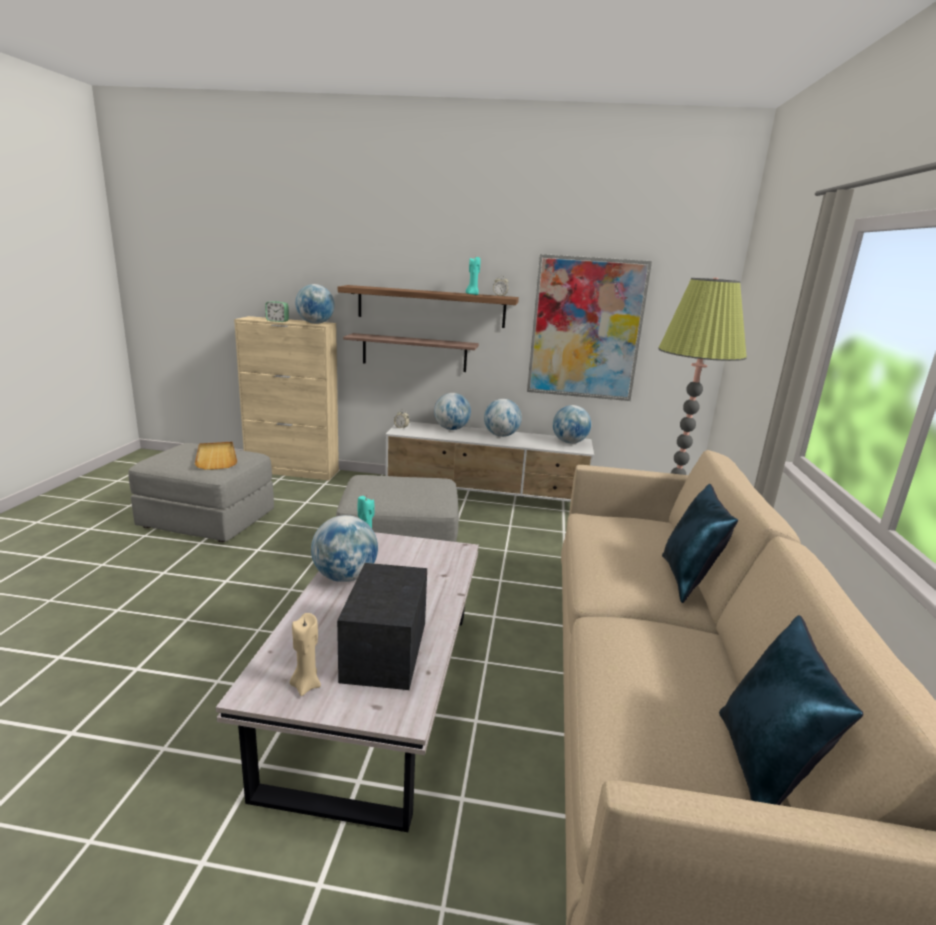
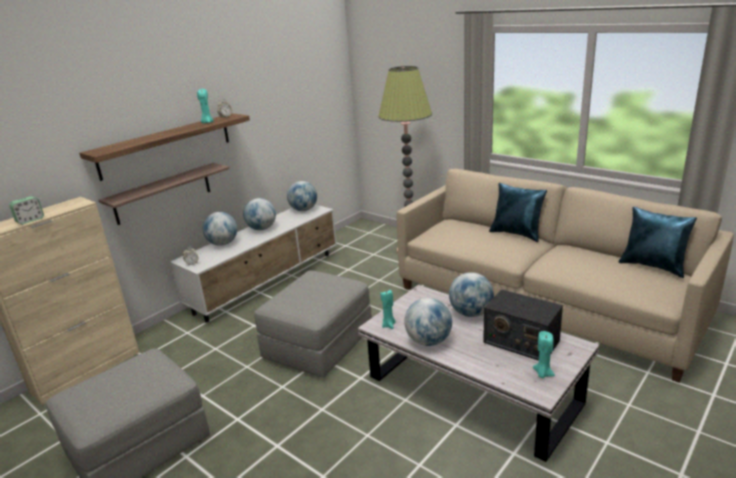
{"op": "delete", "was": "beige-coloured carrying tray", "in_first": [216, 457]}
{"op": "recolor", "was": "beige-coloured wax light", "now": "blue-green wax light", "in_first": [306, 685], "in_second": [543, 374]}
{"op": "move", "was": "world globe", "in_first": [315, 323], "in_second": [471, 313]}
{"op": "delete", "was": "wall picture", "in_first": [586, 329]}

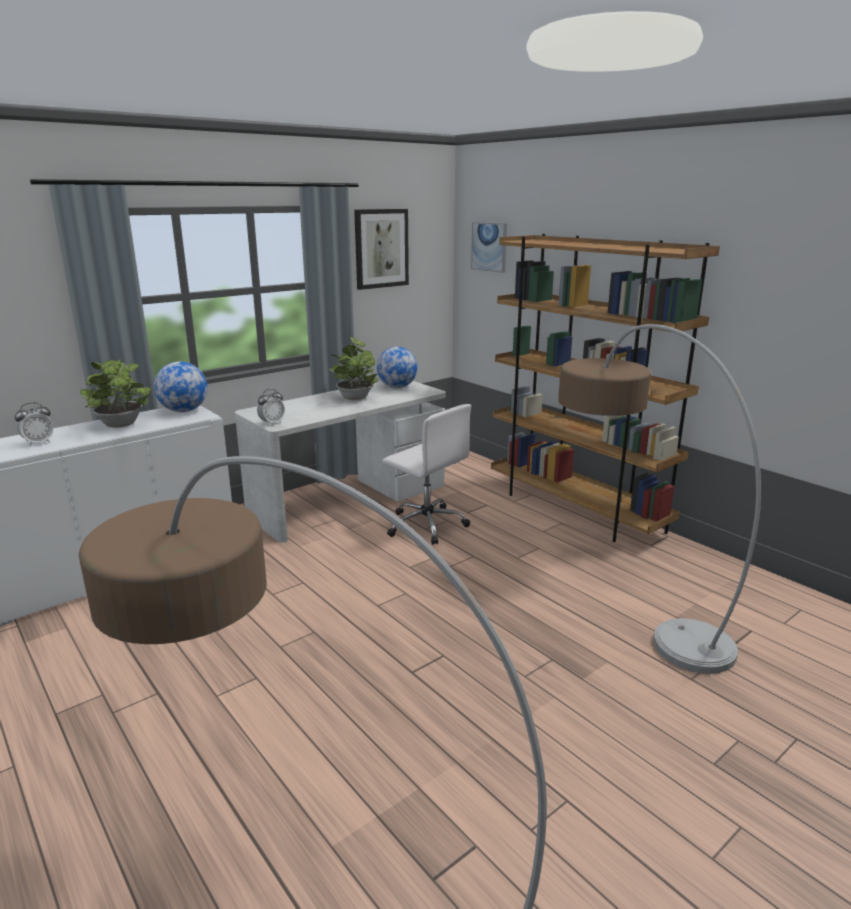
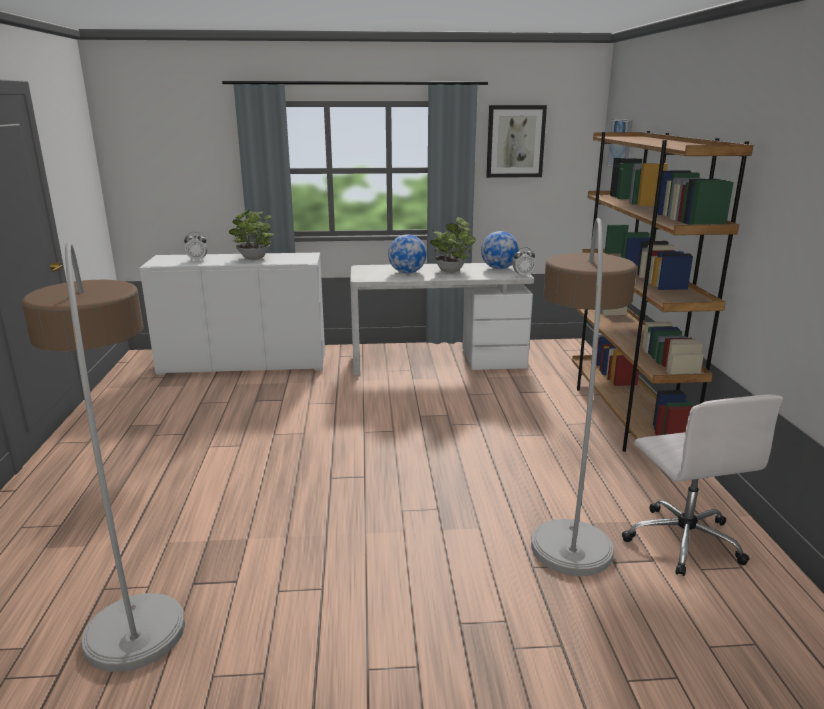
{"op": "move", "was": "world globe", "in_first": [184, 411], "in_second": [407, 273]}
{"op": "move", "was": "bedside clock", "in_first": [272, 423], "in_second": [522, 275]}
{"op": "move", "was": "whitish computer chair", "in_first": [426, 524], "in_second": [683, 540]}

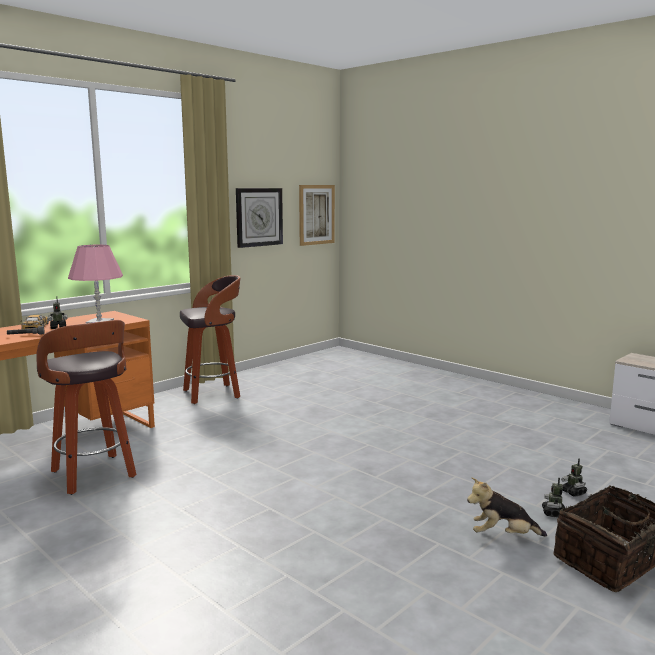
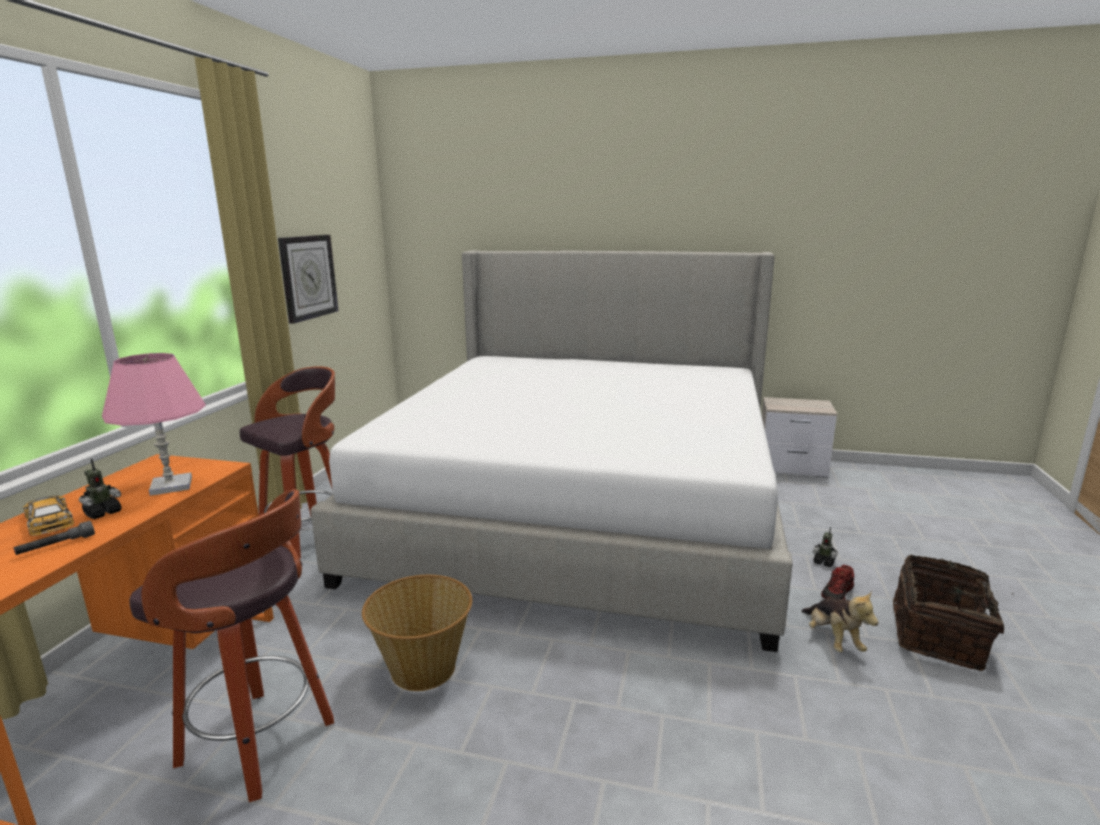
{"op": "delete", "was": "wall picture", "in_first": [316, 214]}
{"op": "rotate", "was": "plush toy", "in_first": [502, 535], "in_second": [832, 639], "clockwise": -75}
{"op": "replace", "was": "model robot", "now": "shoe", "in_first": [553, 513], "in_second": [838, 593]}
{"op": "insert", "now": "bedroom bed", "in_second": [580, 510]}
{"op": "insert", "now": "storage basket", "in_second": [423, 667]}

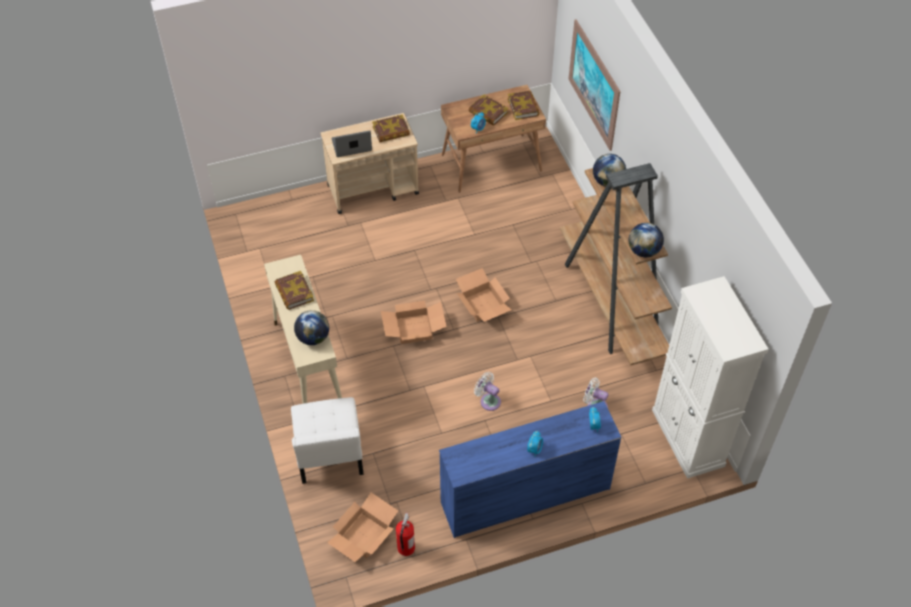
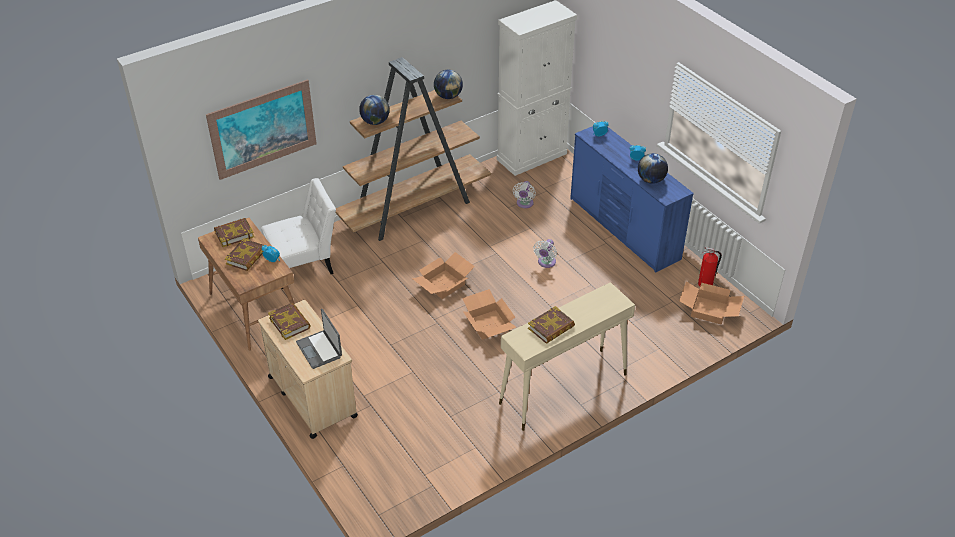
{"op": "move", "was": "whitish plain chair", "in_first": [329, 457], "in_second": [304, 264]}
{"op": "move", "was": "world globe", "in_first": [313, 337], "in_second": [651, 180]}

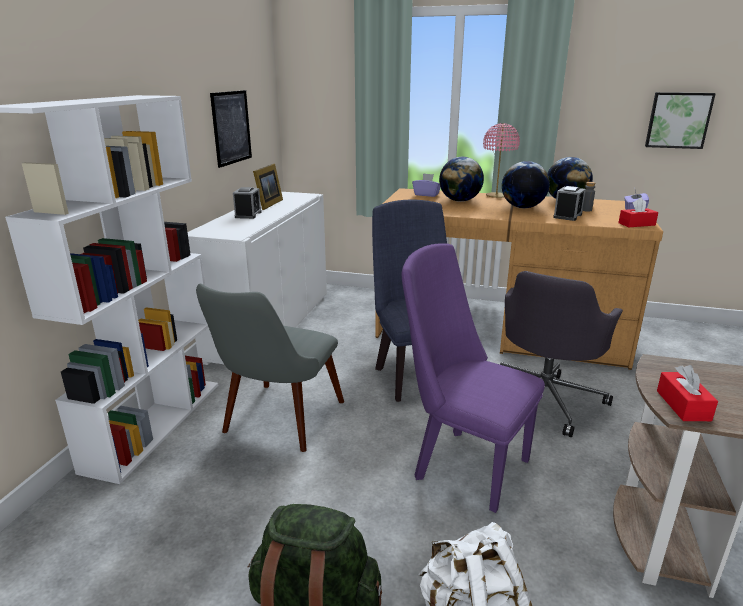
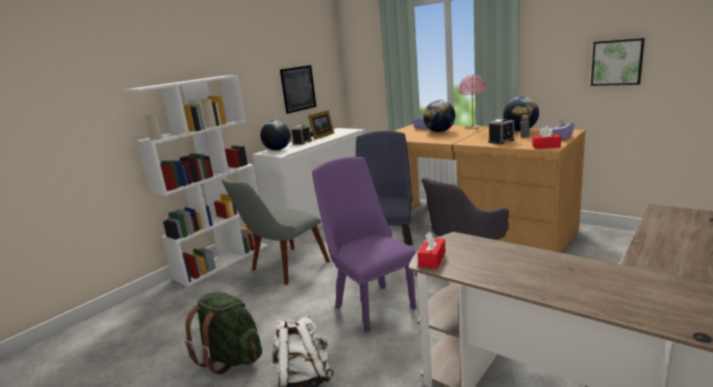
{"op": "move", "was": "world globe", "in_first": [522, 207], "in_second": [277, 150]}

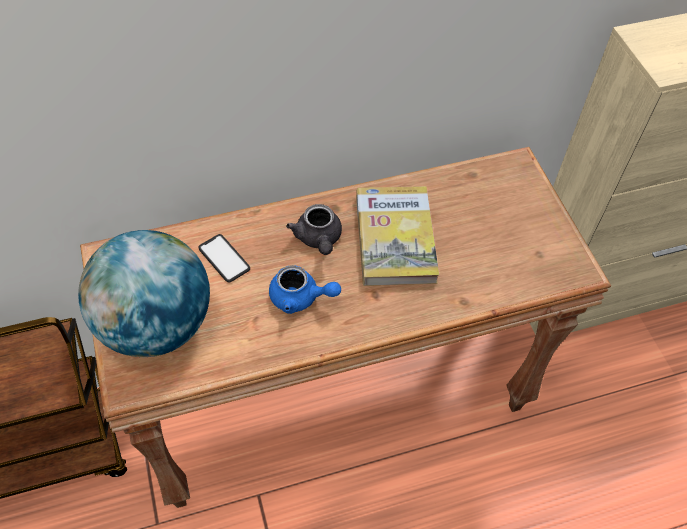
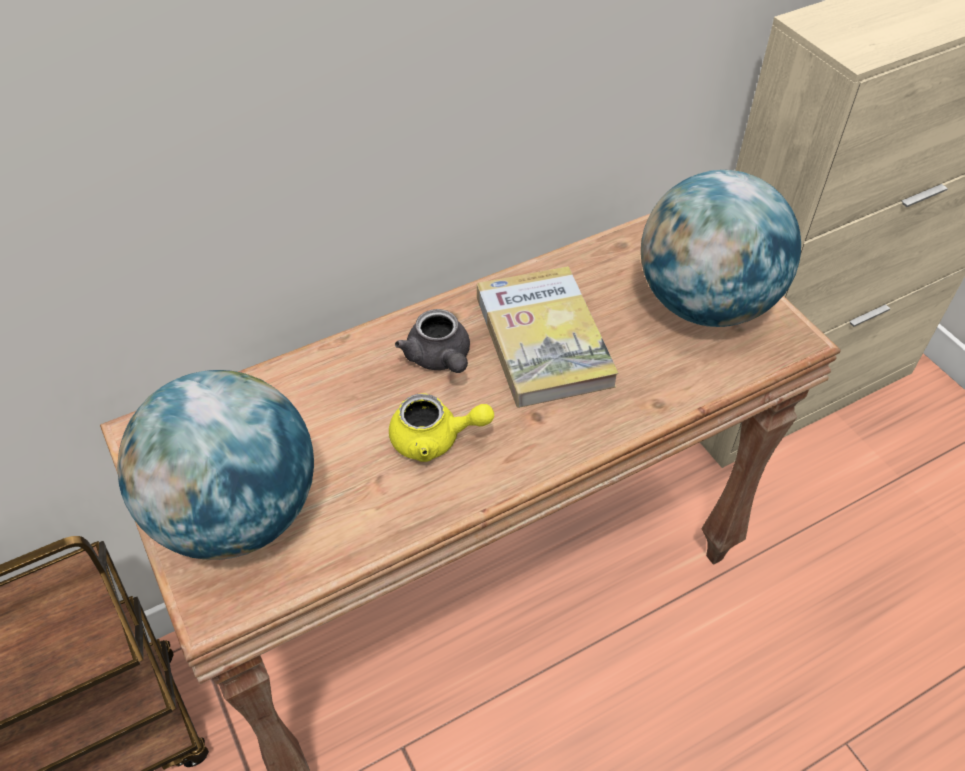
{"op": "delete", "was": "handset", "in_first": [224, 258]}
{"op": "recolor", "was": "blue tea pot", "now": "yellow-coloured tea pot", "in_first": [300, 298], "in_second": [435, 439]}
{"op": "insert", "now": "world globe", "in_second": [704, 303]}

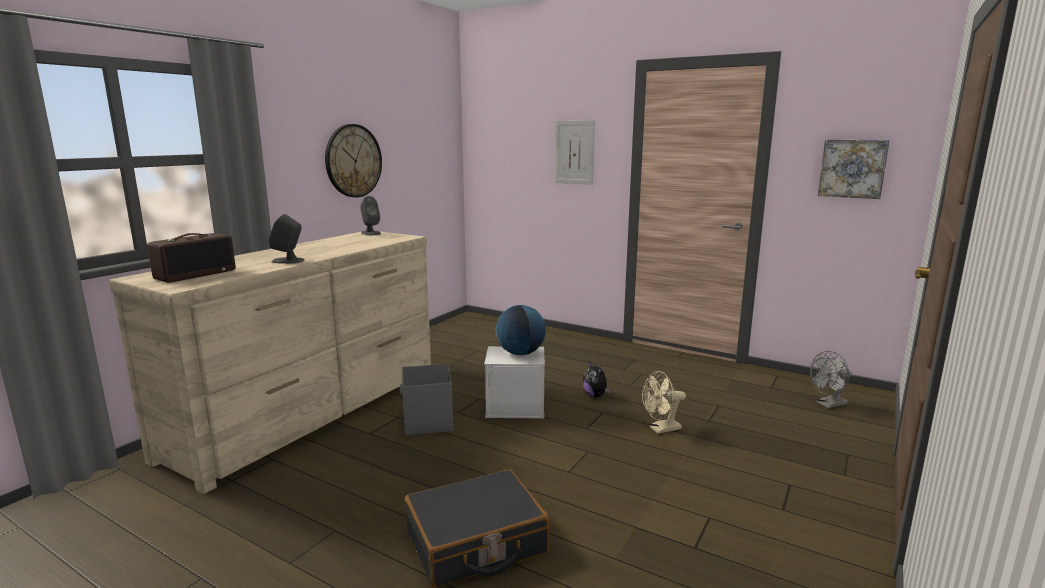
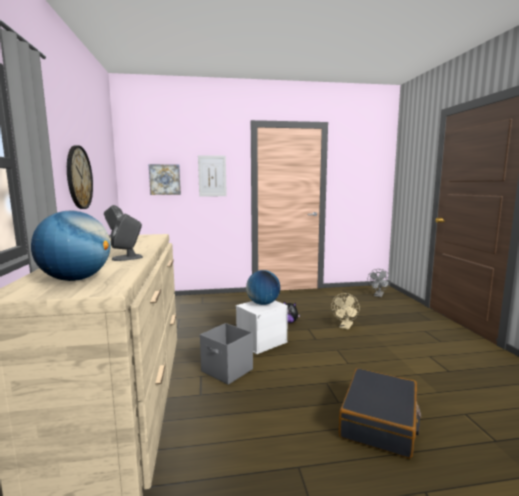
{"op": "replace", "was": "radio", "now": "world globe", "in_first": [196, 274], "in_second": [76, 279]}
{"op": "move", "was": "wall picture", "in_first": [852, 168], "in_second": [165, 179]}

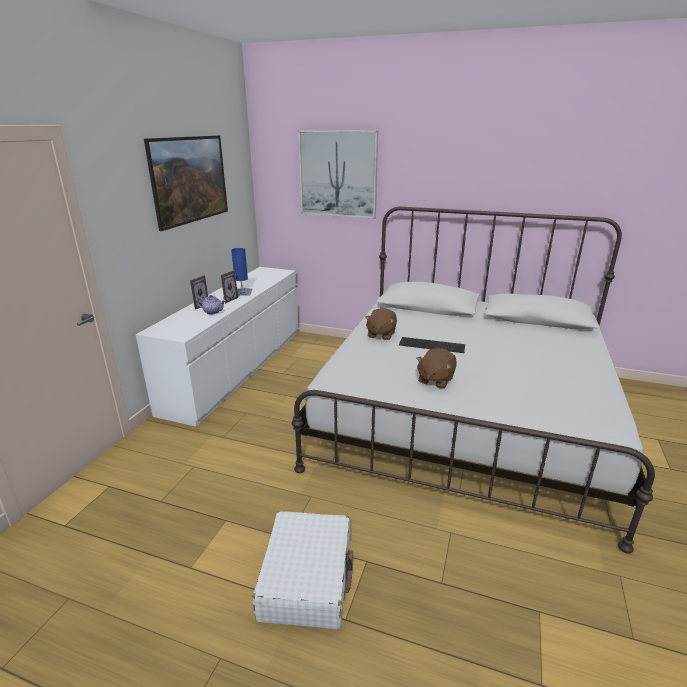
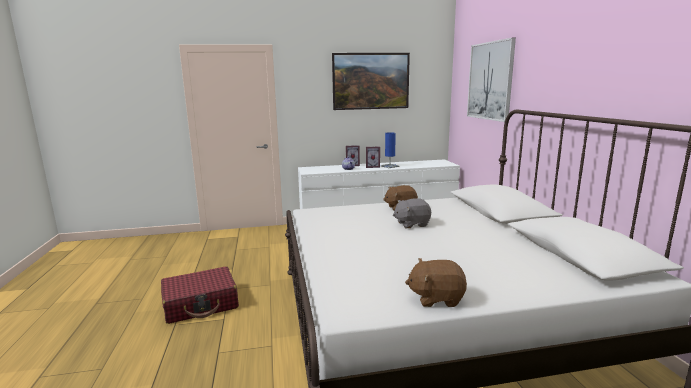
{"op": "recolor", "was": "whitish travel case", "now": "red travel case", "in_first": [307, 578], "in_second": [201, 304]}
{"op": "replace", "was": "PC keyboard", "now": "greyish plush toy", "in_first": [432, 344], "in_second": [411, 224]}
{"op": "move", "was": "brownish plush toy", "in_first": [435, 380], "in_second": [436, 298]}

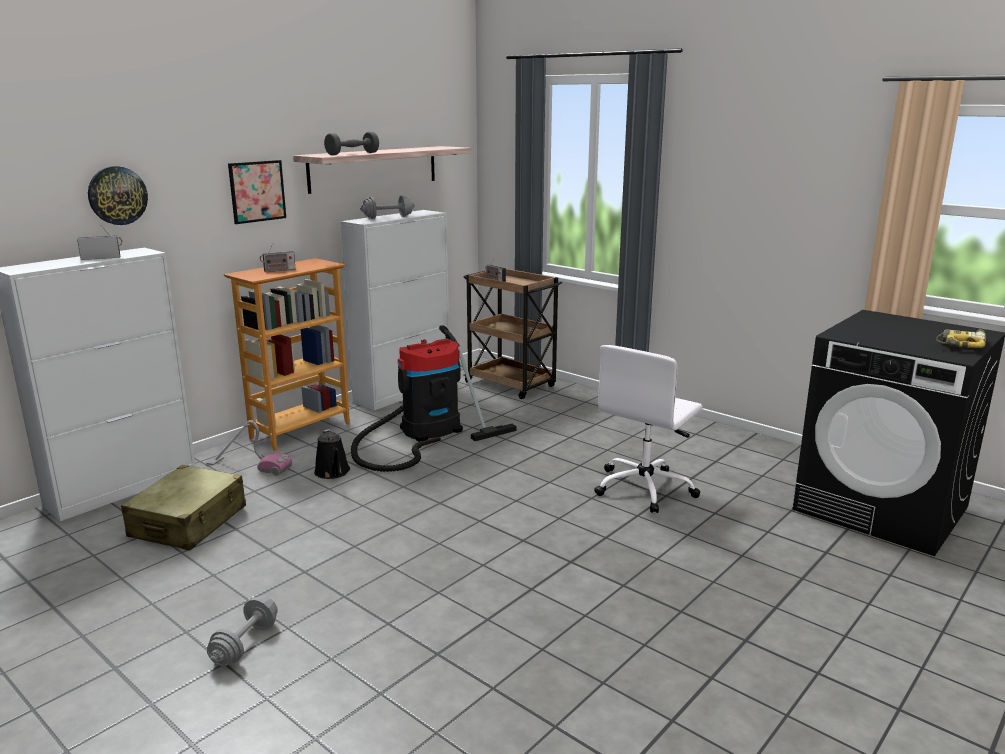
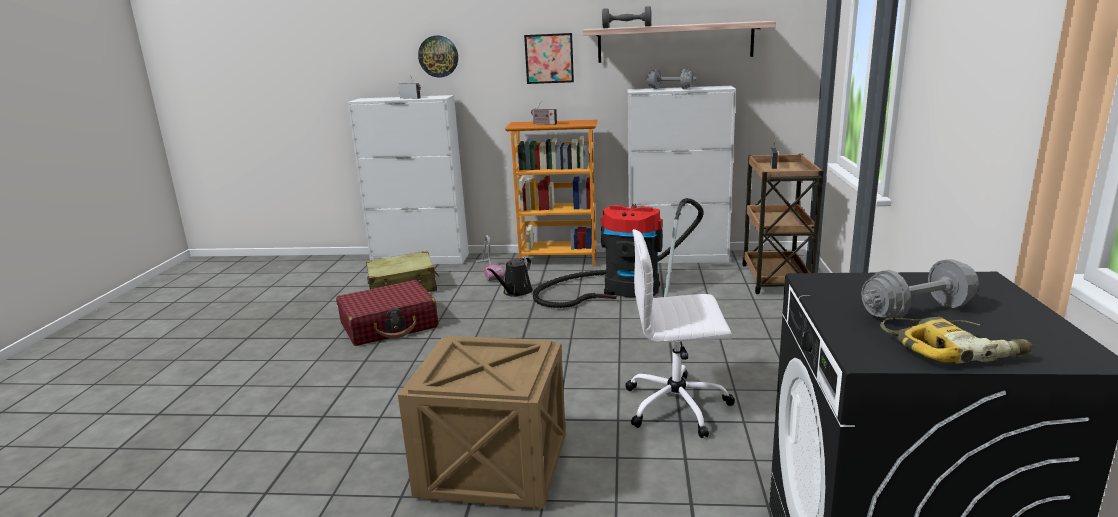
{"op": "move", "was": "greyish free weight", "in_first": [245, 644], "in_second": [916, 311]}
{"op": "insert", "now": "red travel case", "in_second": [389, 325]}
{"op": "insert", "now": "crate", "in_second": [495, 467]}

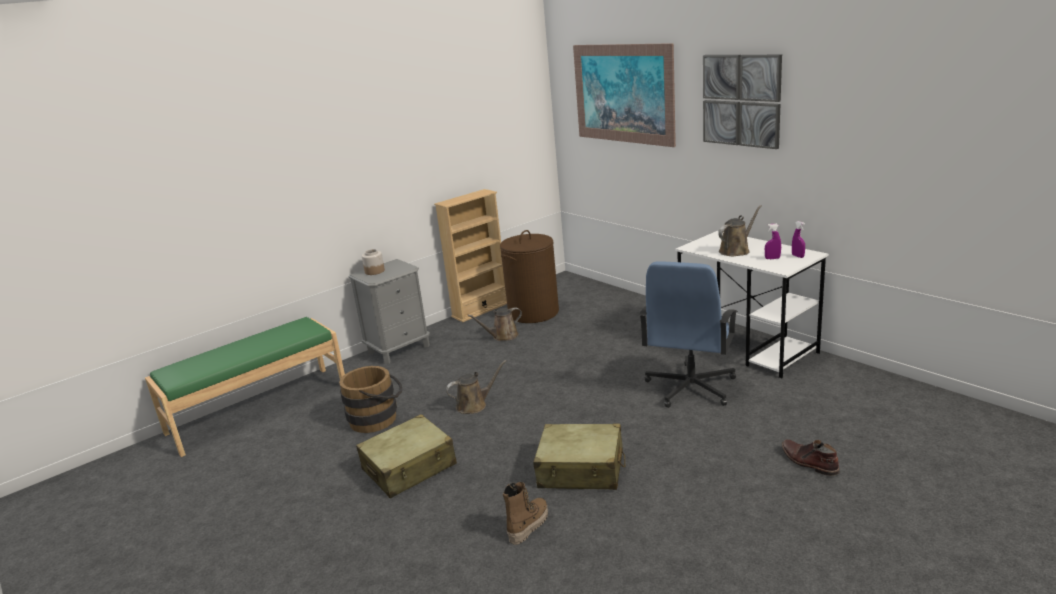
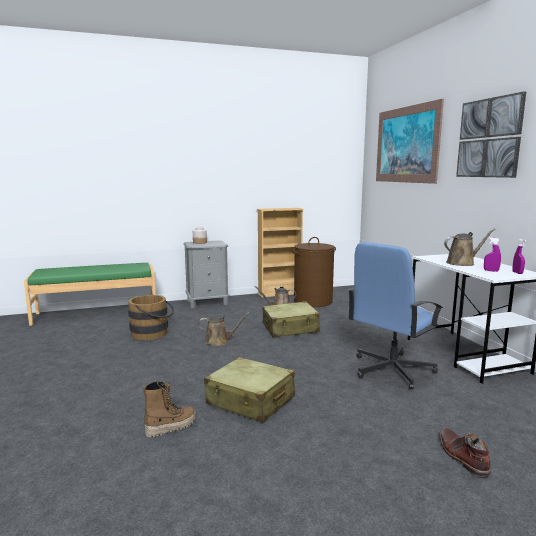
{"op": "move", "was": "beige-coloured travel case", "in_first": [409, 467], "in_second": [290, 328]}

